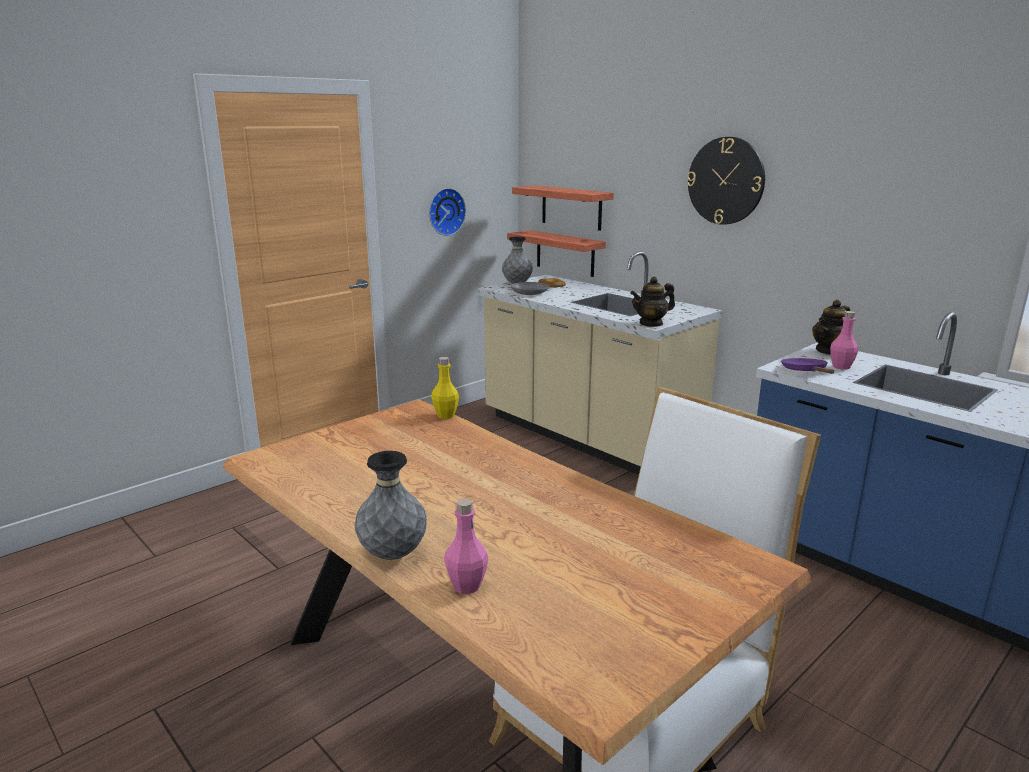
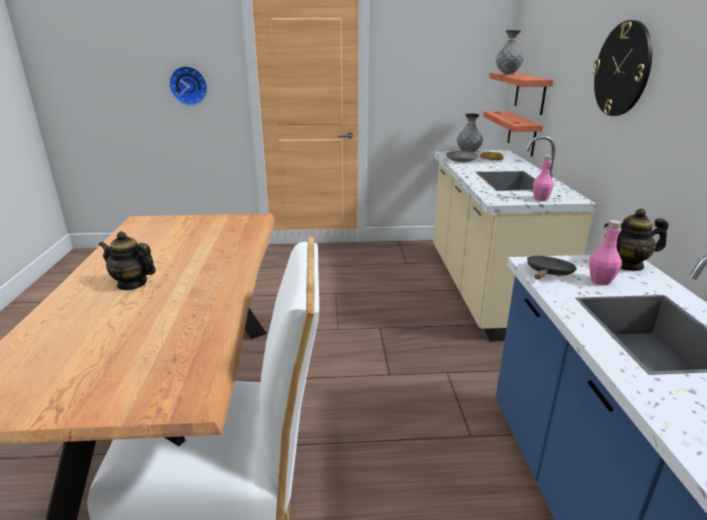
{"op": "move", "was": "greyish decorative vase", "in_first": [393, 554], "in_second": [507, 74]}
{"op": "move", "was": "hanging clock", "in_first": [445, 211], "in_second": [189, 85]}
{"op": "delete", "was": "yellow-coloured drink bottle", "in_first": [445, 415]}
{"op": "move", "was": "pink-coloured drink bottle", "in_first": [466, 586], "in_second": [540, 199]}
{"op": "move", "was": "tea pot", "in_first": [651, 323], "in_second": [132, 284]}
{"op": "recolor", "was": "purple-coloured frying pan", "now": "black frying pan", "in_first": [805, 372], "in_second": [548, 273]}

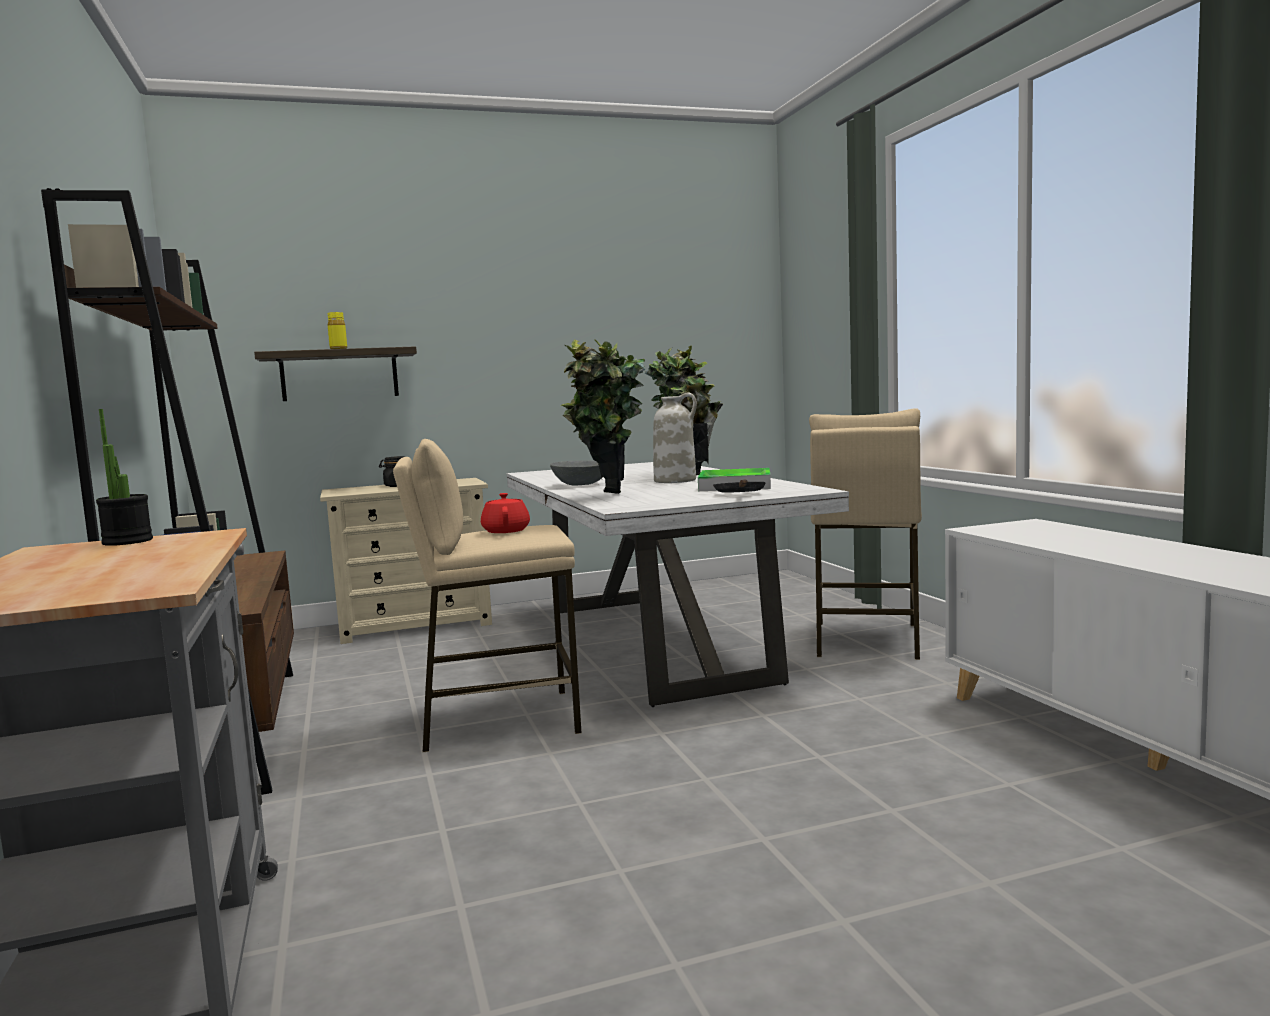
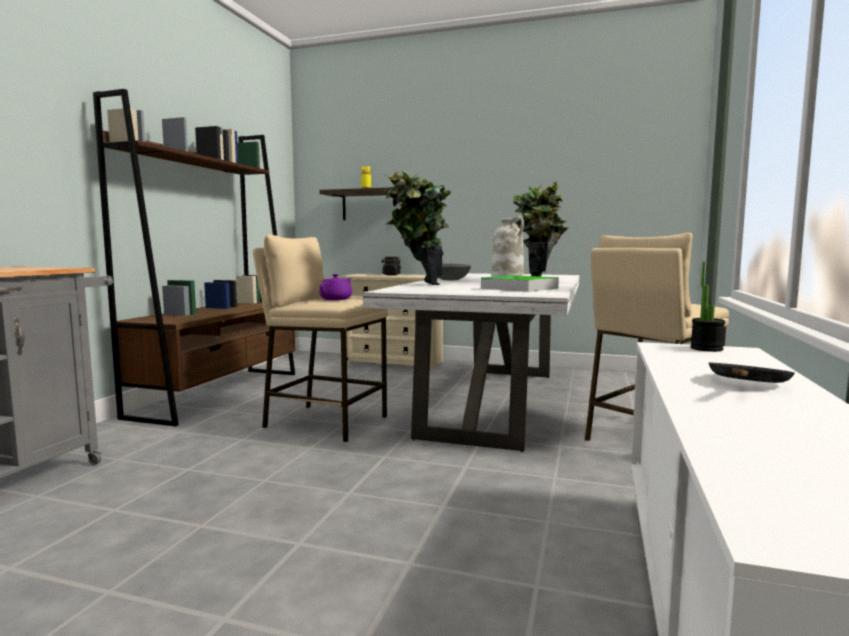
{"op": "move", "was": "plant in a pot", "in_first": [127, 541], "in_second": [706, 348]}
{"op": "recolor", "was": "red tea pot", "now": "purple-coloured tea pot", "in_first": [506, 531], "in_second": [336, 299]}
{"op": "move", "was": "black frying pan", "in_first": [740, 494], "in_second": [747, 384]}

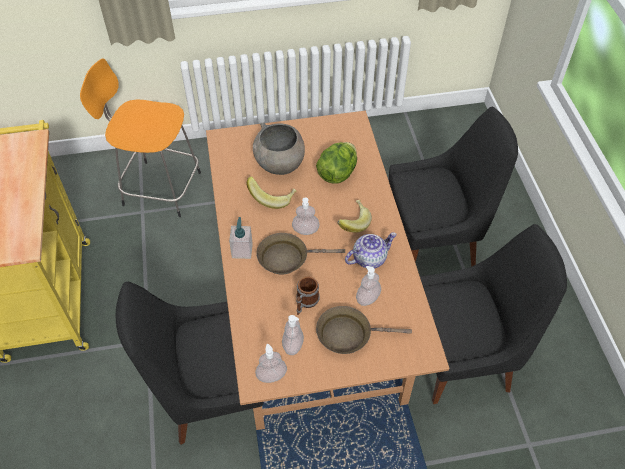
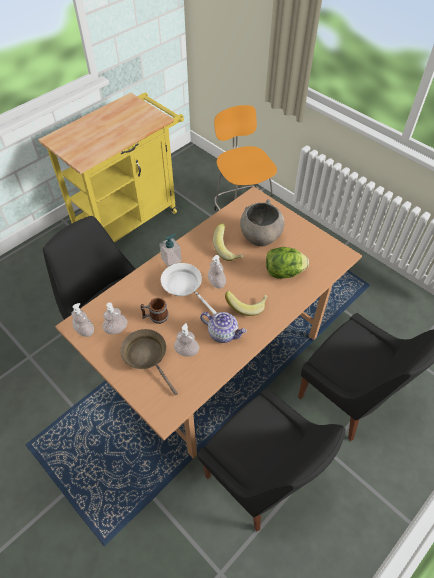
{"op": "recolor", "was": "brownish frying pan", "now": "whitish frying pan", "in_first": [287, 258], "in_second": [184, 286]}

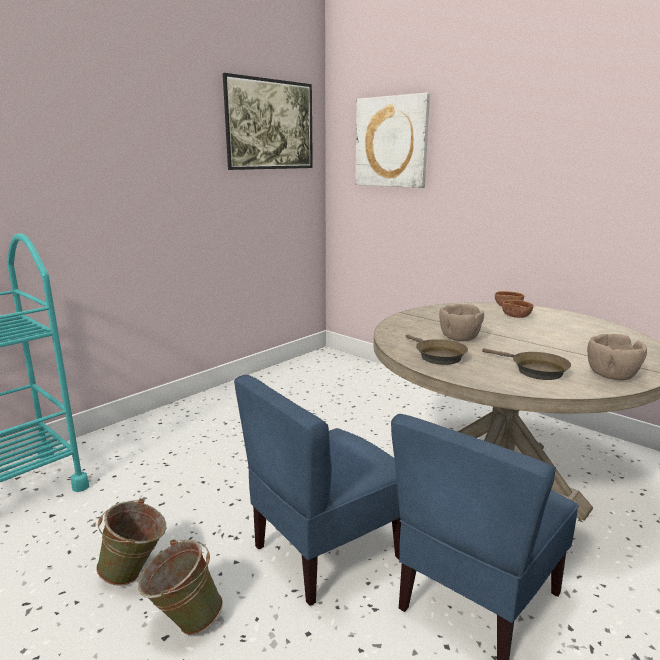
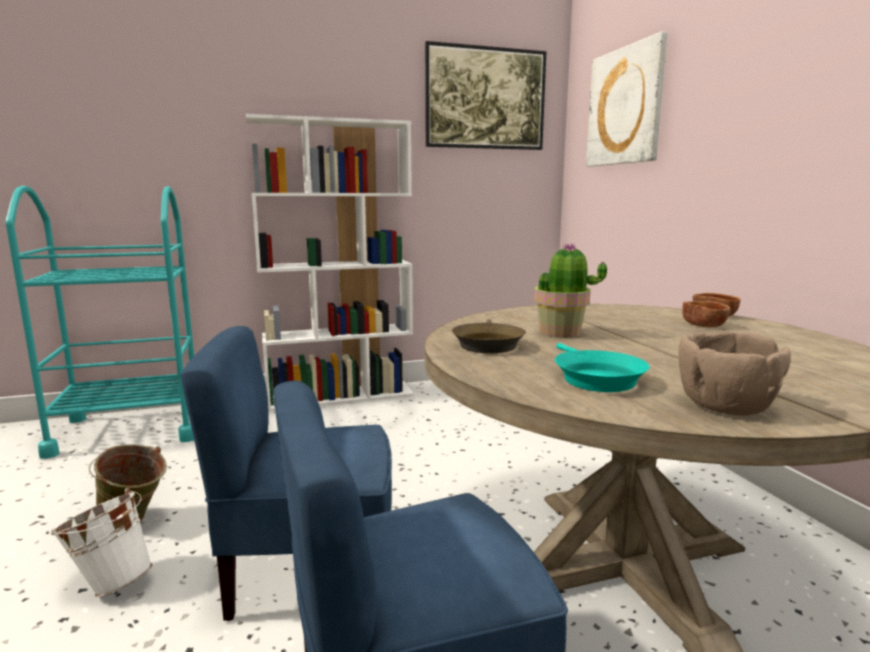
{"op": "recolor", "was": "green-coloured water bucket", "now": "whitish water bucket", "in_first": [183, 622], "in_second": [111, 582]}
{"op": "replace", "was": "brownish deep dish", "now": "plant in a pot", "in_first": [459, 337], "in_second": [560, 333]}
{"op": "recolor", "was": "brownish frying pan", "now": "blue-green frying pan", "in_first": [534, 370], "in_second": [594, 378]}
{"op": "insert", "now": "whitish bookcase", "in_second": [341, 396]}

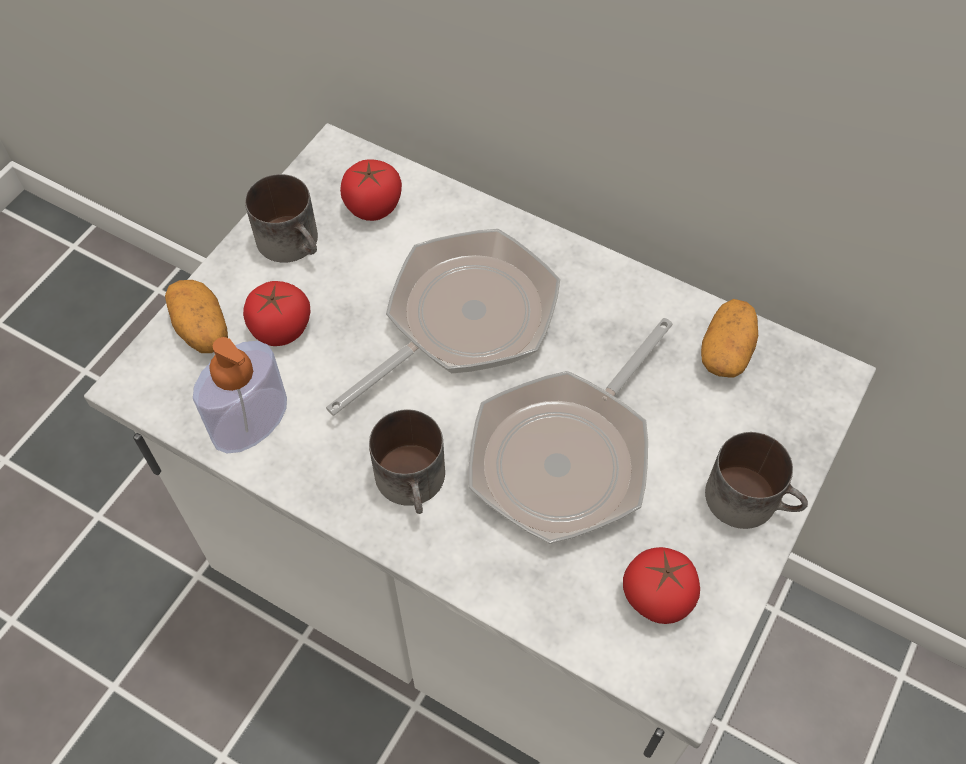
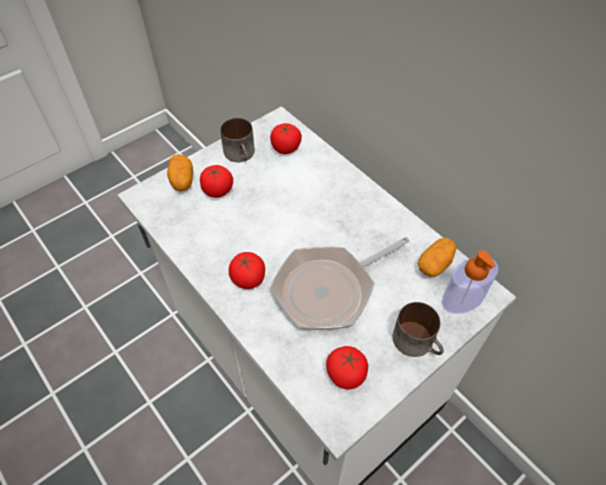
{"op": "move", "was": "liquid soap bottle", "in_first": [250, 420], "in_second": [463, 298]}
{"op": "delete", "was": "frying pan", "in_first": [462, 320]}
{"op": "replace", "was": "mug", "now": "whole tomato", "in_first": [415, 482], "in_second": [248, 279]}

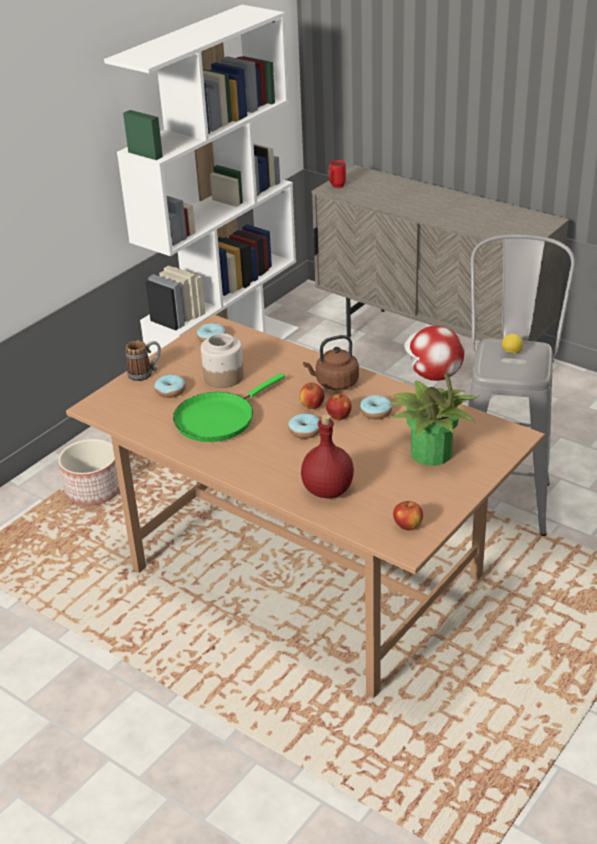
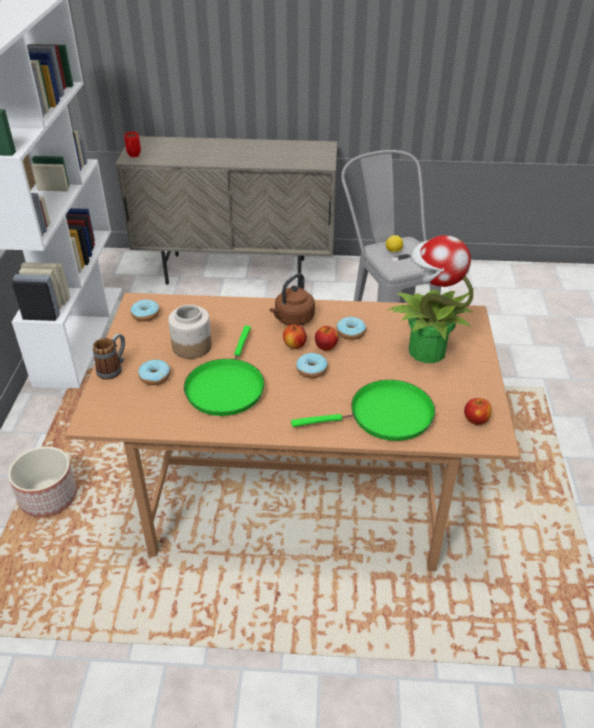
{"op": "replace", "was": "red drink bottle", "now": "green-coloured frying pan", "in_first": [328, 491], "in_second": [385, 416]}

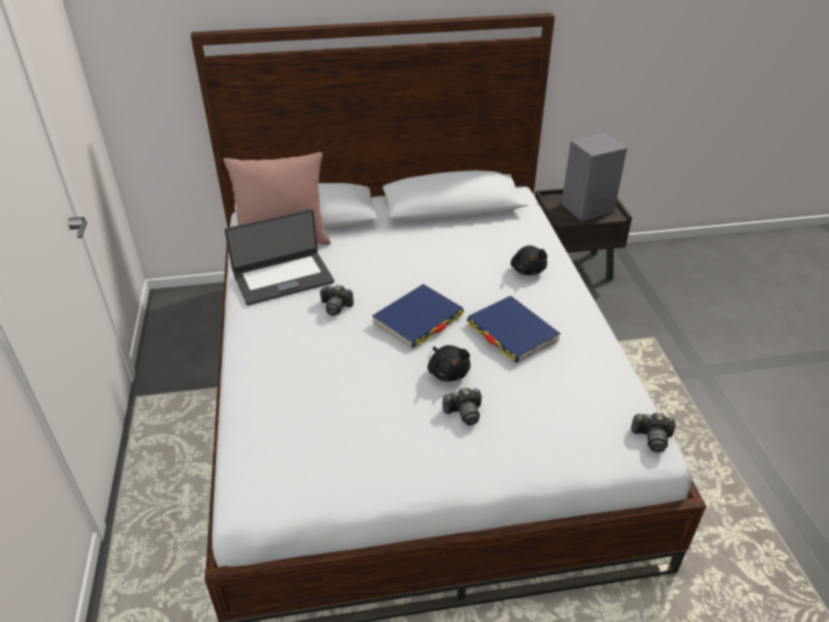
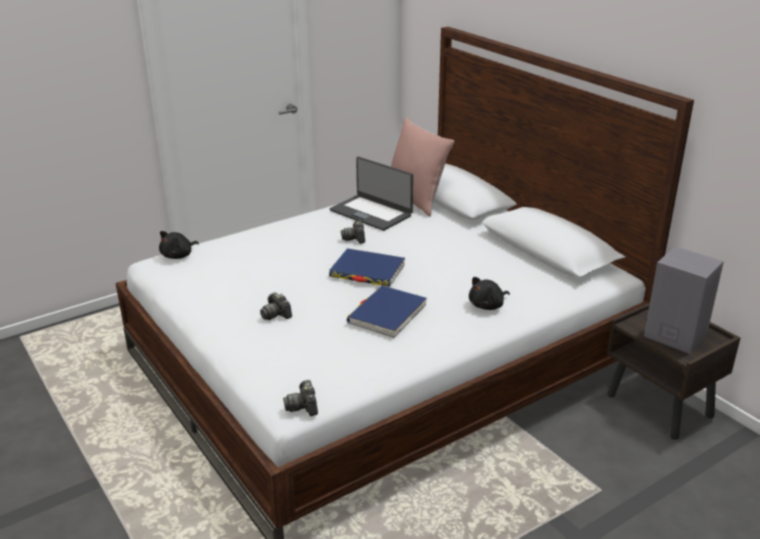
{"op": "move", "was": "black plush toy", "in_first": [448, 372], "in_second": [178, 256]}

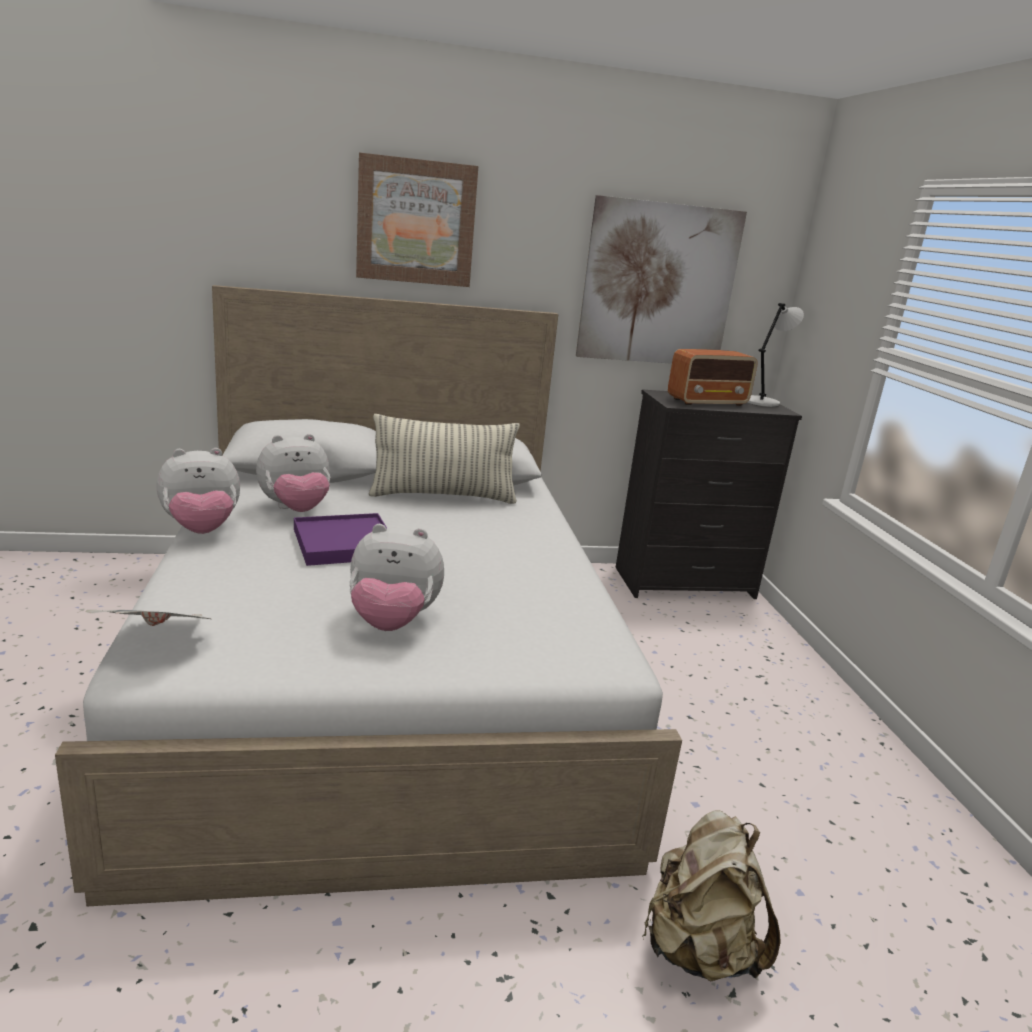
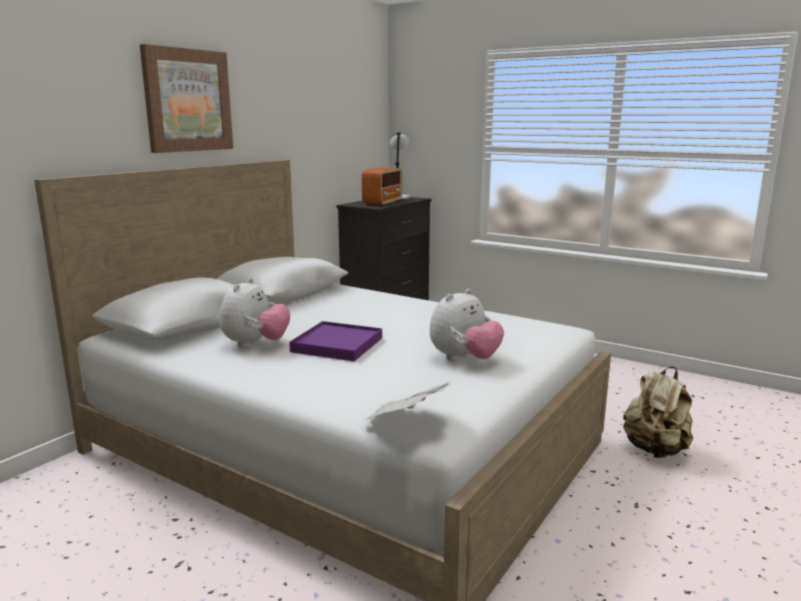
{"op": "delete", "was": "plush toy", "in_first": [201, 530]}
{"op": "delete", "was": "cushion", "in_first": [443, 496]}
{"op": "delete", "was": "wall picture", "in_first": [658, 285]}

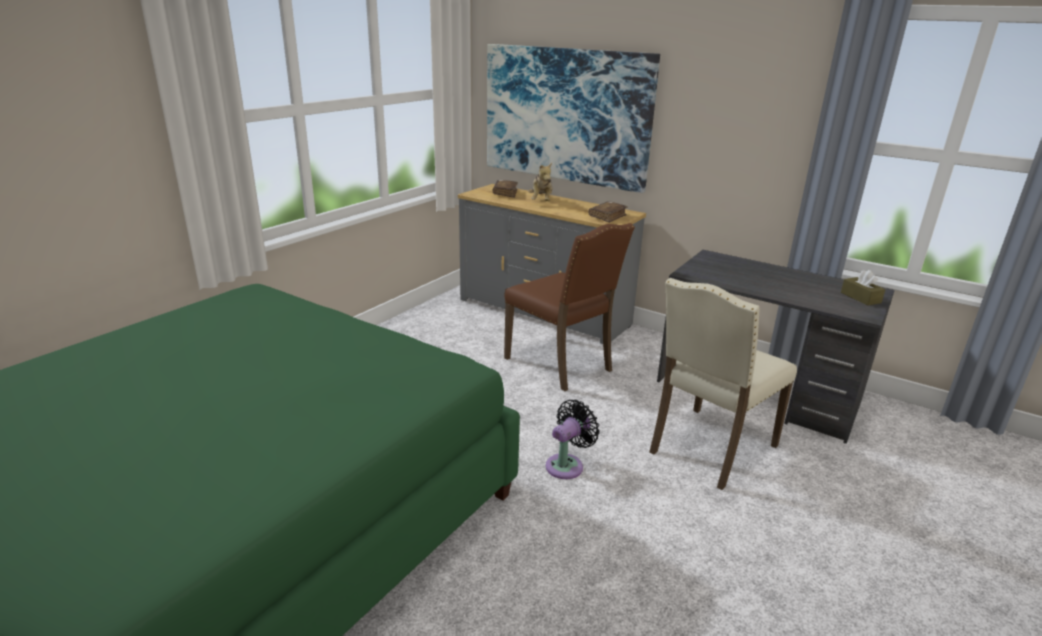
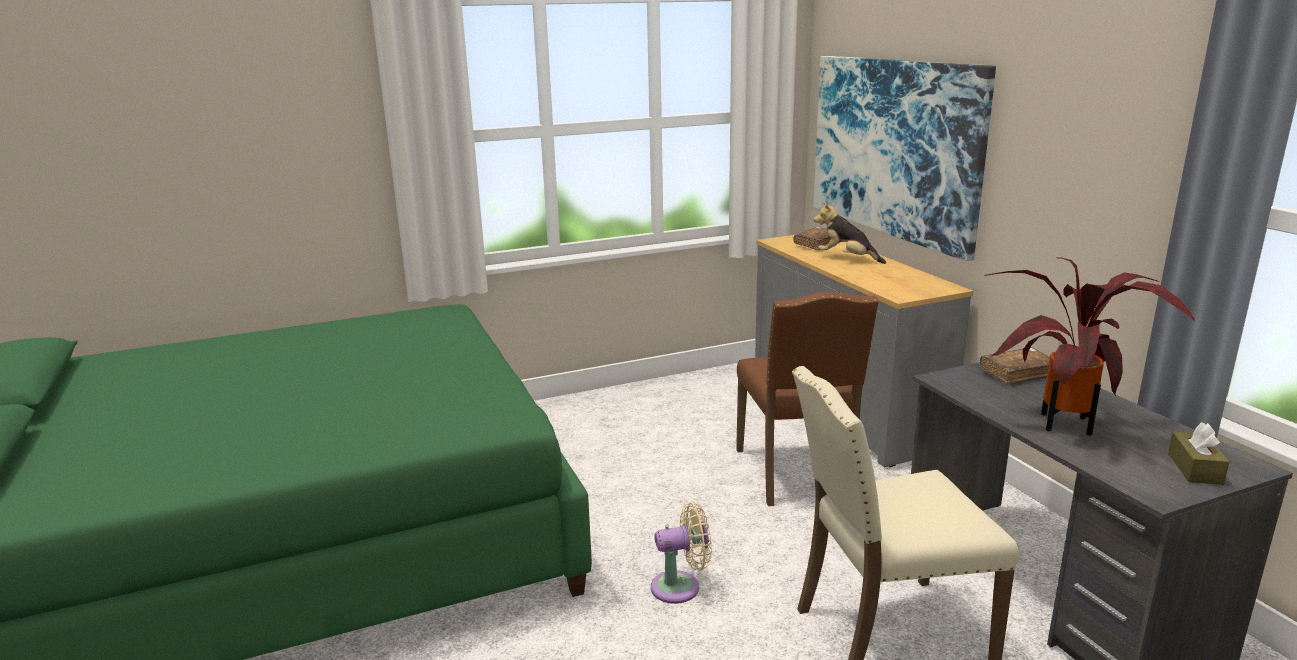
{"op": "rotate", "was": "plush toy", "in_first": [541, 201], "in_second": [847, 258], "clockwise": 90}
{"op": "recolor", "was": "black cooling fan", "now": "beige-coloured cooling fan", "in_first": [567, 465], "in_second": [680, 587]}
{"op": "move", "was": "brownish book", "in_first": [607, 216], "in_second": [1017, 373]}
{"op": "insert", "now": "plant in a pot", "in_second": [1063, 426]}

